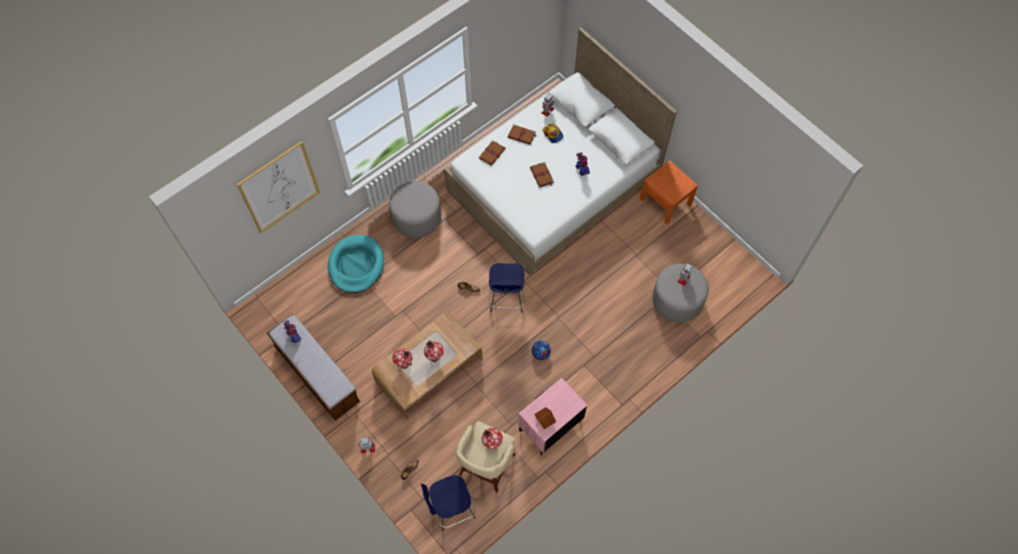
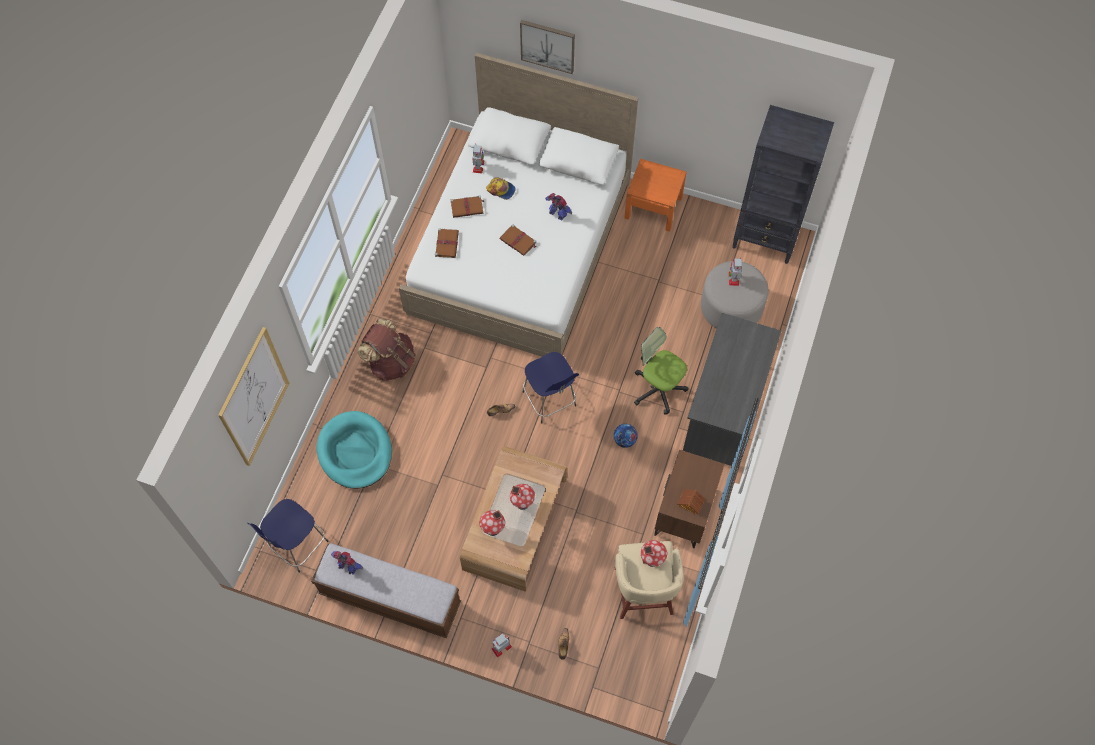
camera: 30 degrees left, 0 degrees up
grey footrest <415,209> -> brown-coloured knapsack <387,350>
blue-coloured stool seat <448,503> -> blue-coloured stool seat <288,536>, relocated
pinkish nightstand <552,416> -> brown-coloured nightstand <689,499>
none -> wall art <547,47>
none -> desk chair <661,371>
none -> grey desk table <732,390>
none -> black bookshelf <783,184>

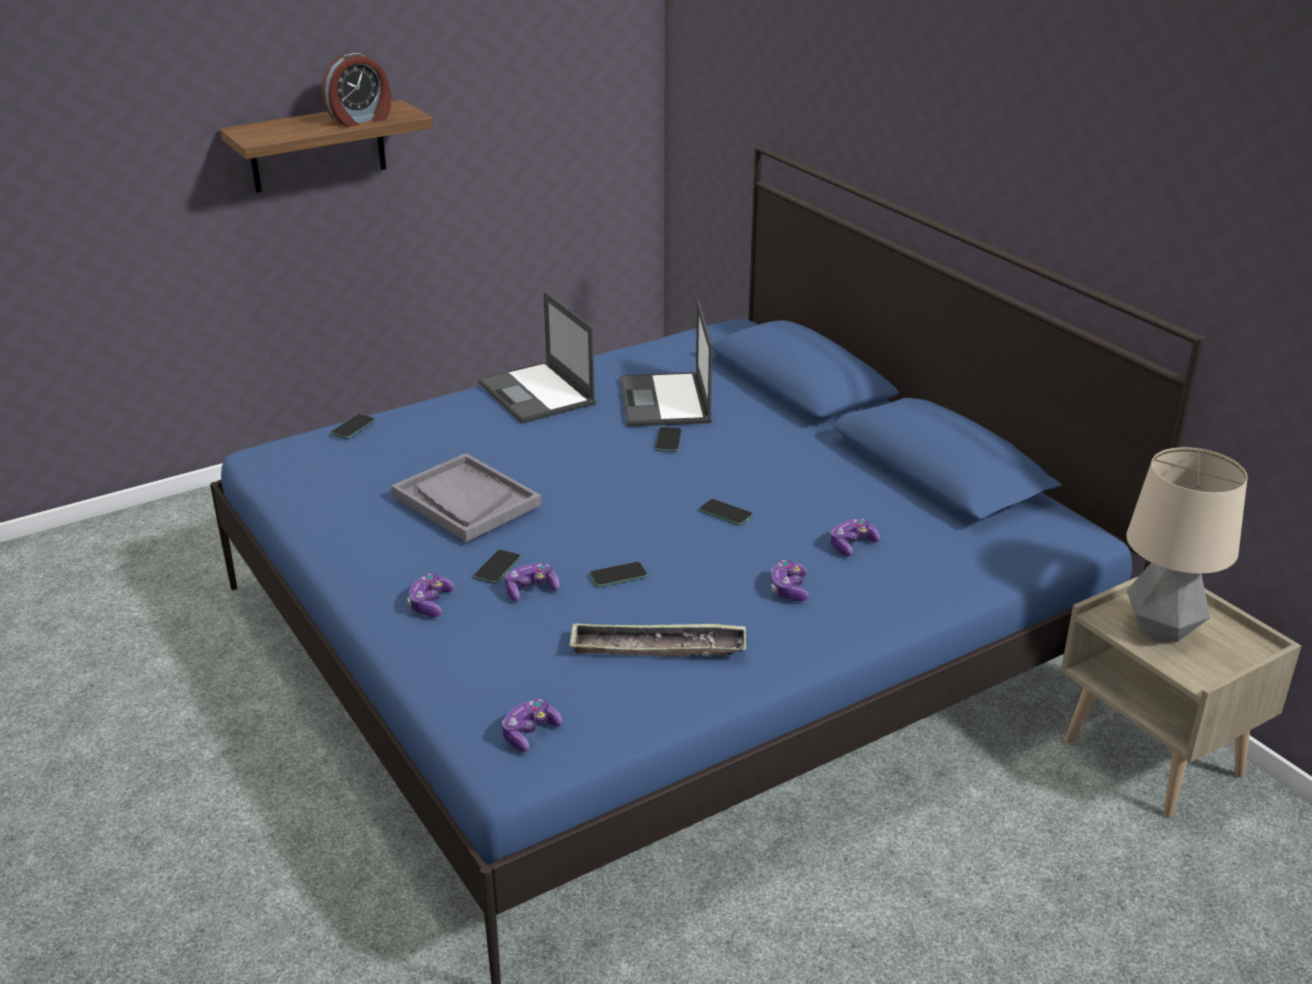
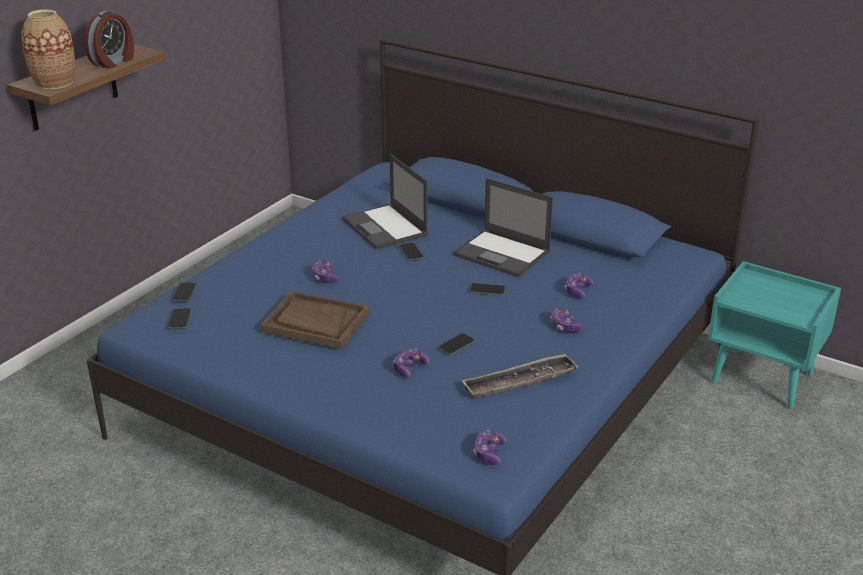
camera: 25 degrees left, 0 degrees up
grey serving tray <466,497> -> brown-coloured serving tray <314,320>
game controller <430,595> -> game controller <325,271>, relocated
telephone <497,567> -> telephone <179,318>, relocated
portable computer <537,357> -> portable computer <503,227>, relocated
sand-coloured nightstand <1181,697> -> turquoise-coloured nightstand <774,335>
lamp for a table <1187,544> -> none
none -> vase <48,49>

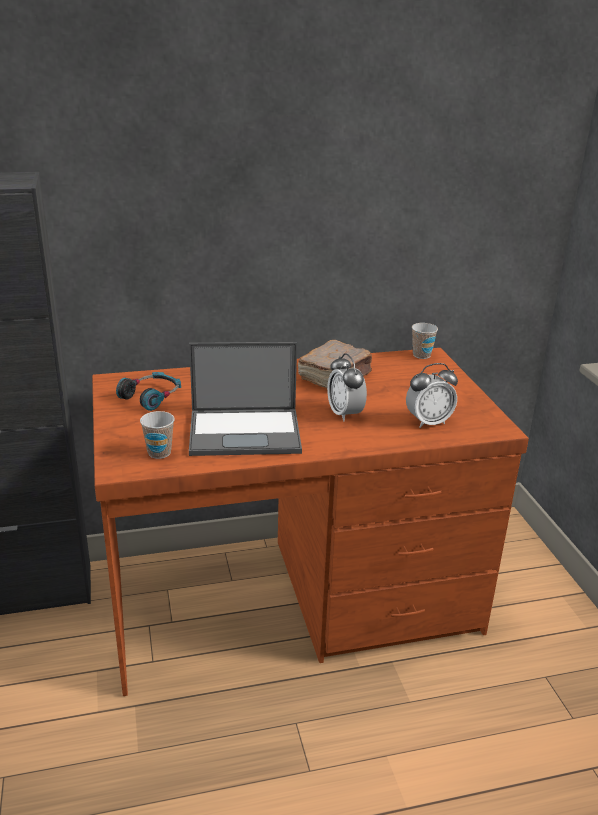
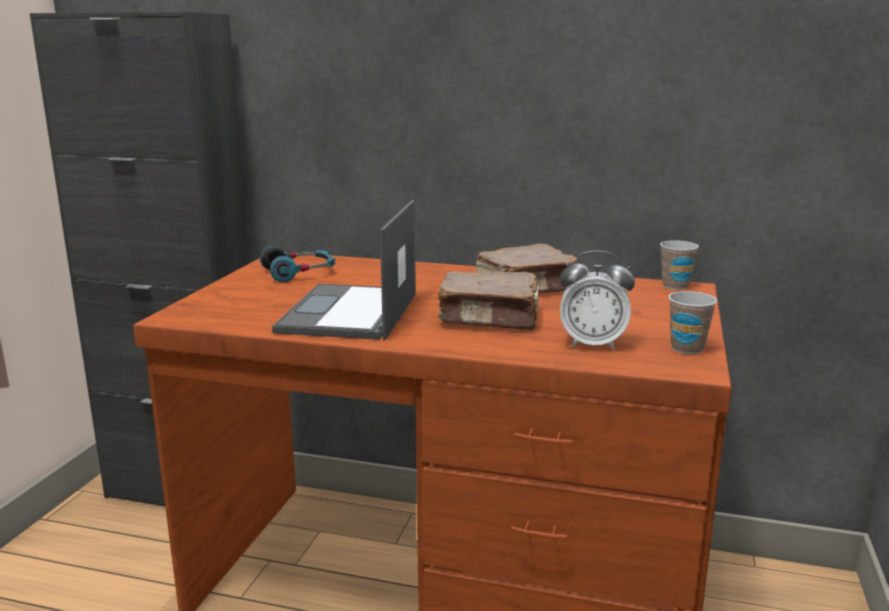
camera: 30 degrees right, 10 degrees down
drinking cup <157,435> -> drinking cup <692,322>, relocated
portable computer <245,399> -> portable computer <344,270>, 75 degrees clockwise
alarm clock <347,387> -> brown-coloured book <488,300>

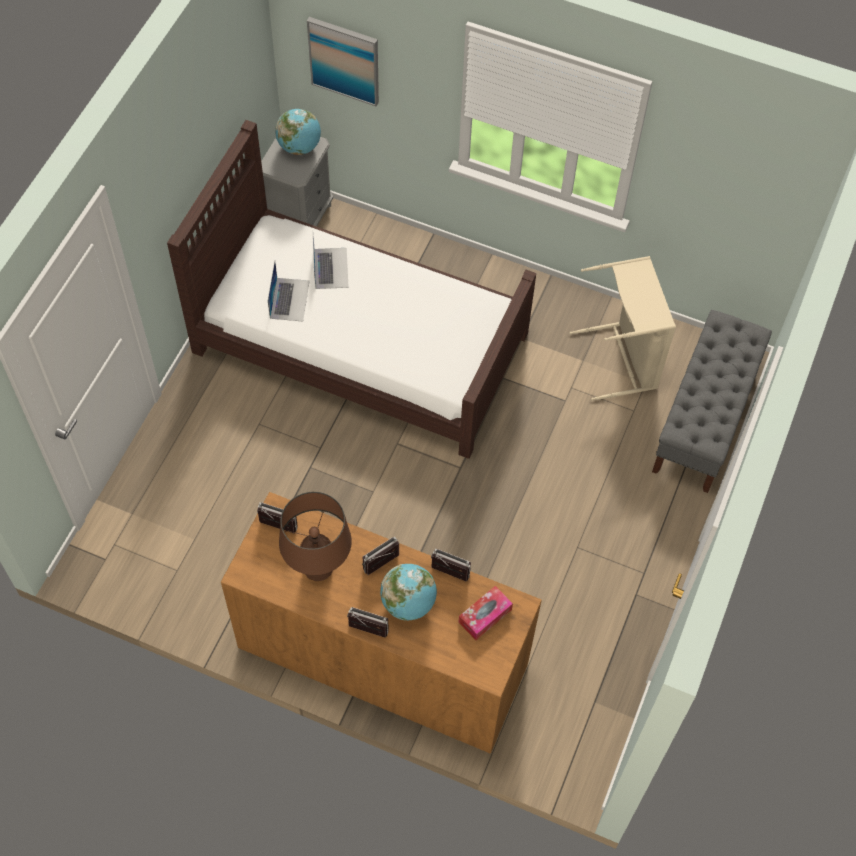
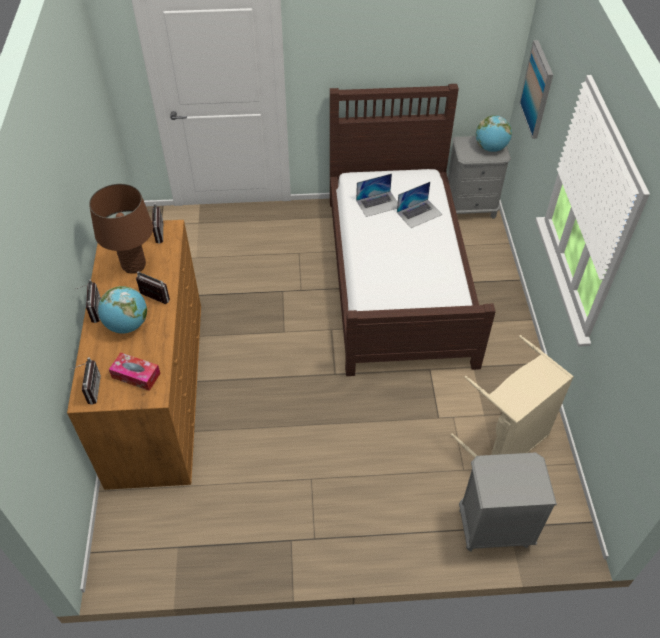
camera: 65 degrees right, 10 degrees down
radio set <451,565> -> radio set <85,381>, relocated
grey bench <712,401> -> grey nightstand <508,502>

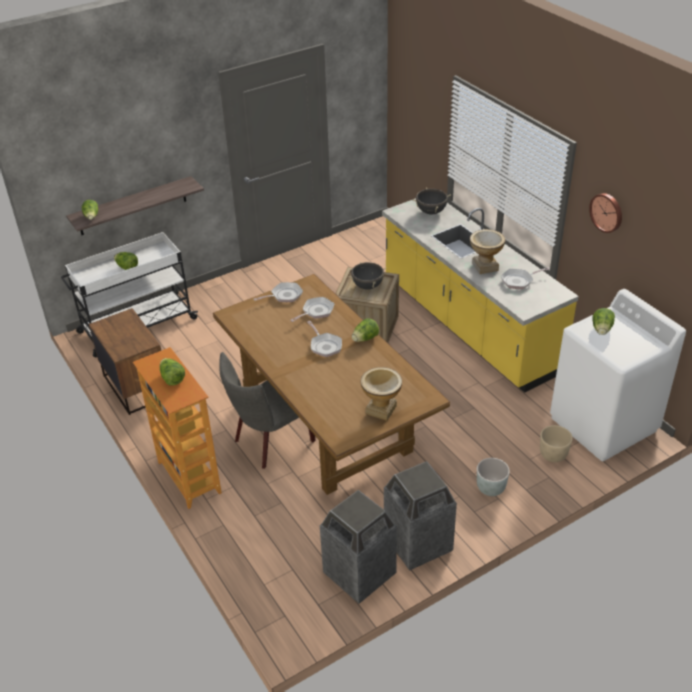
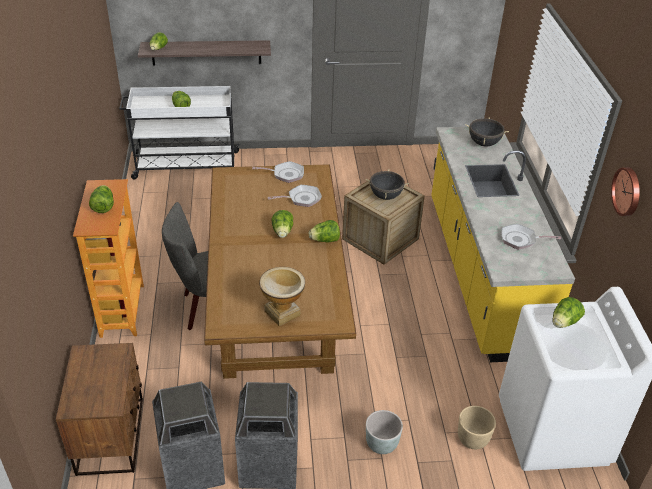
camera: 25 degrees right, 0 degrees up
brown-coloured nightstand <125,361> -> brown-coloured nightstand <99,409>, relocated
frying pan <324,339> -> lettuce <282,224>
vase <487,251> -> none

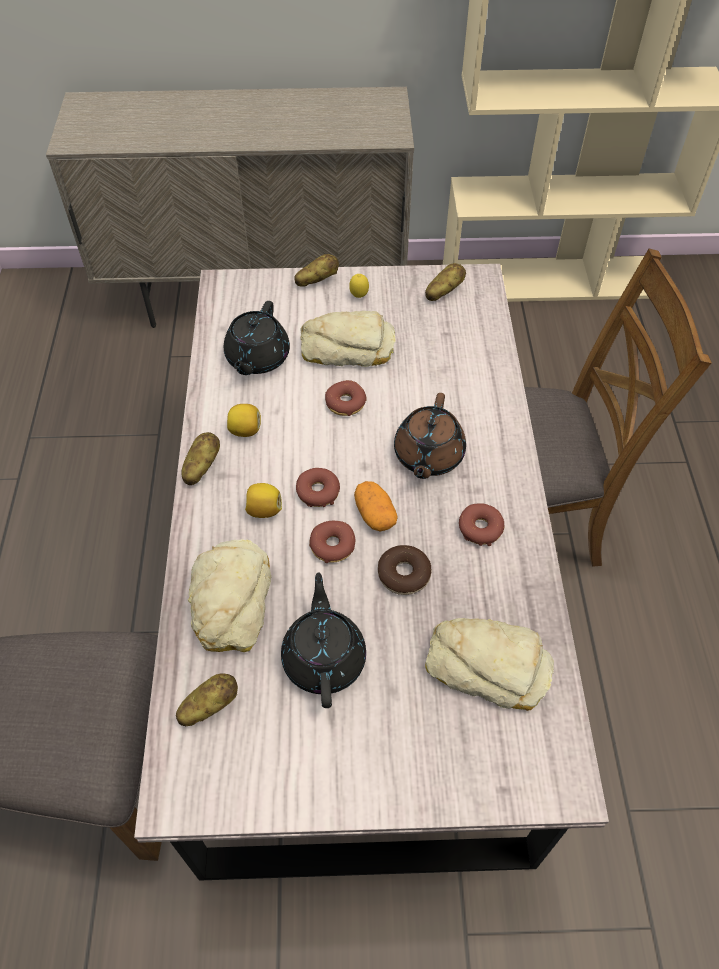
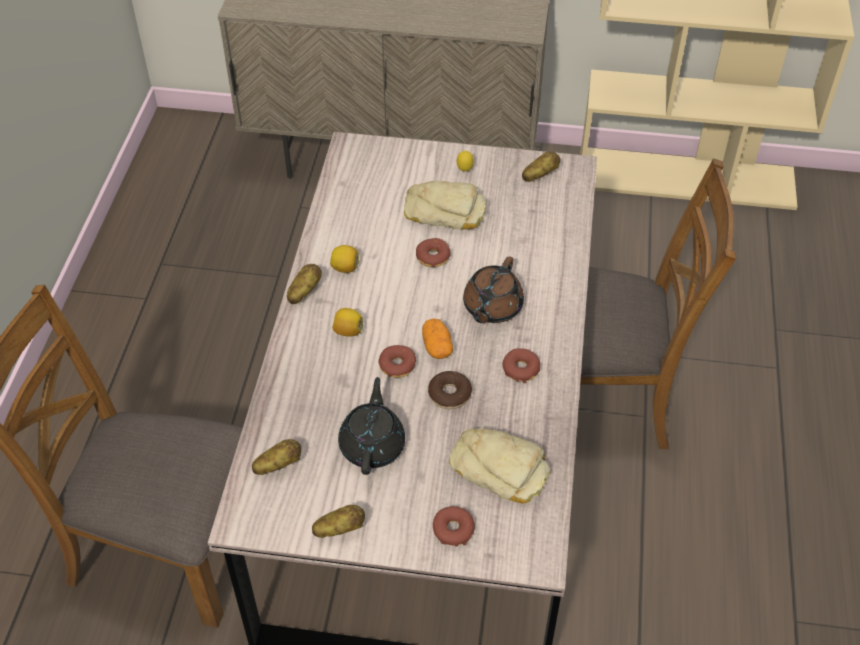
camera: 10 degrees right, 5 degrees down
bread <229,595> -> none
black tea pot <257,338> -> none
potato <316,270> -> potato <338,521>, relocated
ring doughnut <318,487> -> ring doughnut <454,526>, relocated

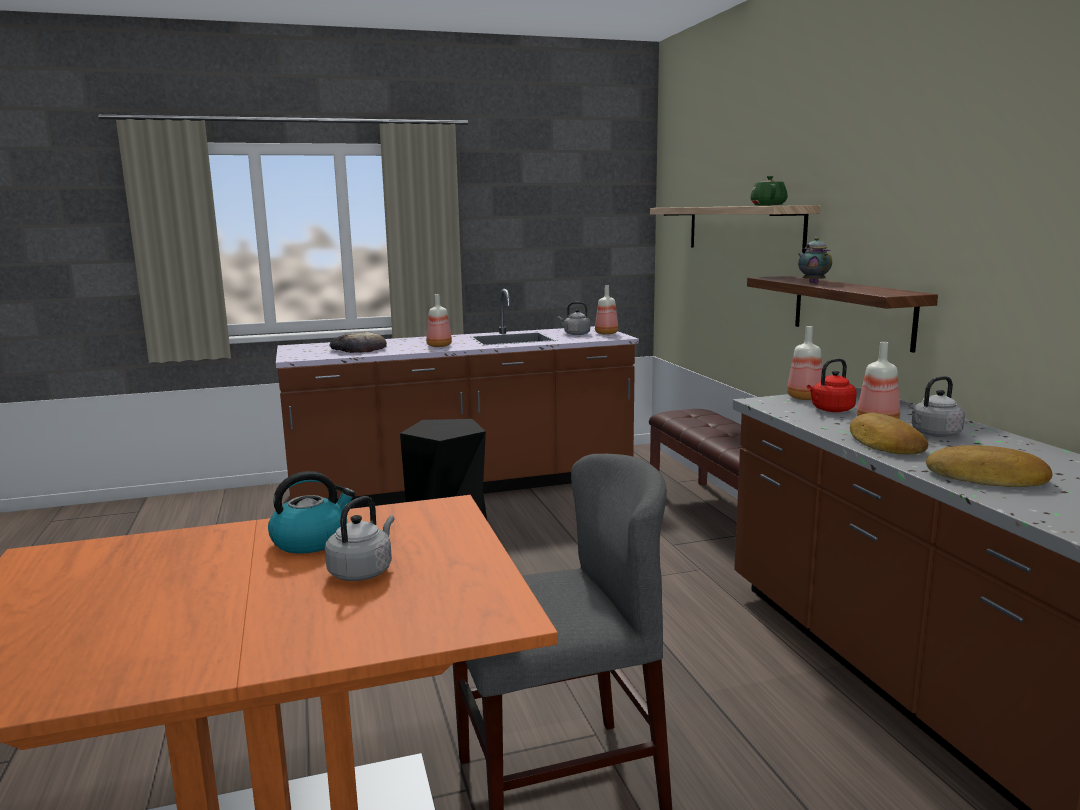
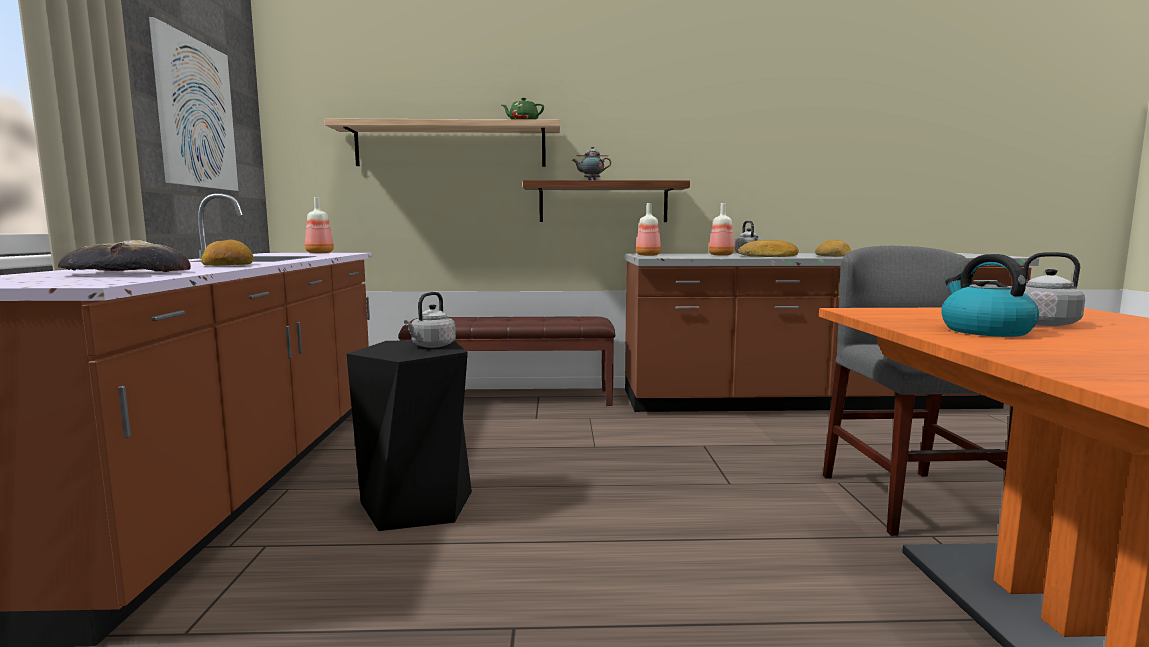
camera: 75 degrees left, 5 degrees down
bottle <439,320> -> bread <227,253>
grey kettle <574,318> -> grey kettle <430,320>, relocated
red kettle <832,385> -> none
none -> wall art <194,104>

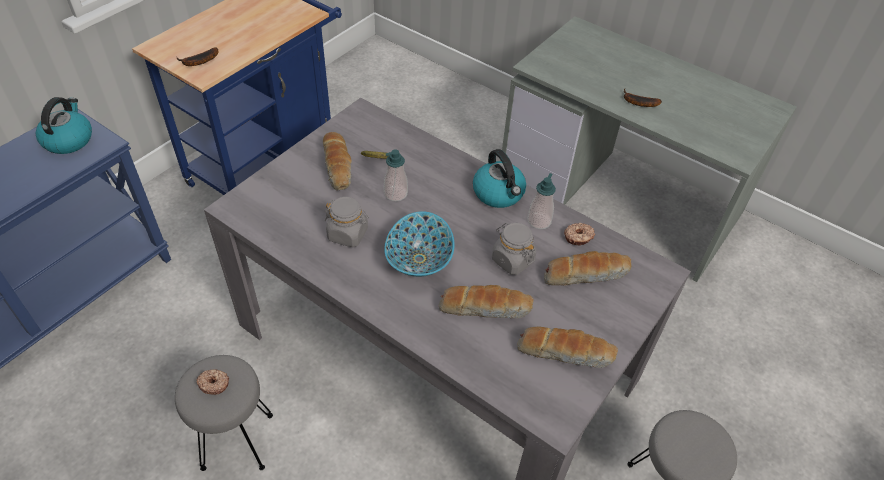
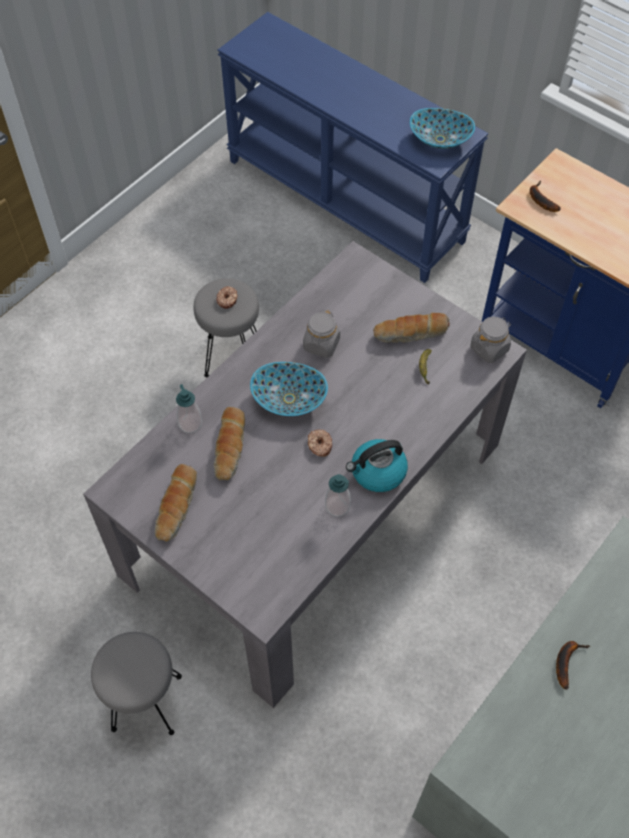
camera: 95 degrees right, 10 degrees up
kettle <64,125> -> bowl <442,128>
soap bottle <396,175> -> soap bottle <189,408>, relocated
grey storage jar <514,249> -> grey storage jar <490,340>, relocated
bread <587,268> -> none
ring doughnut <579,234> -> ring doughnut <320,443>, relocated

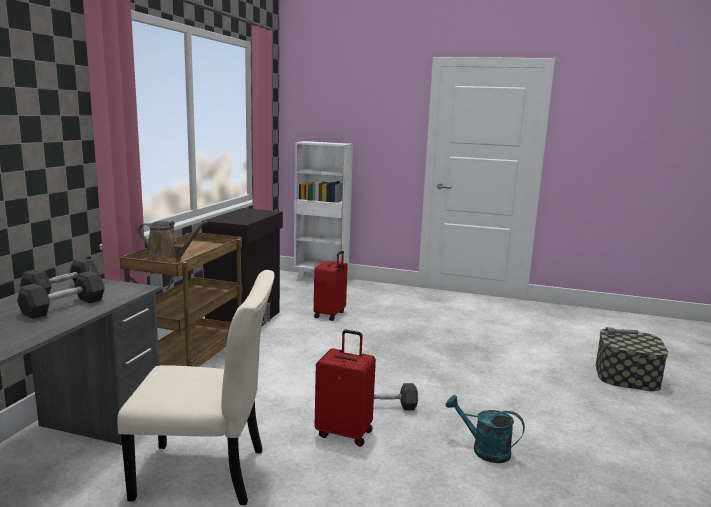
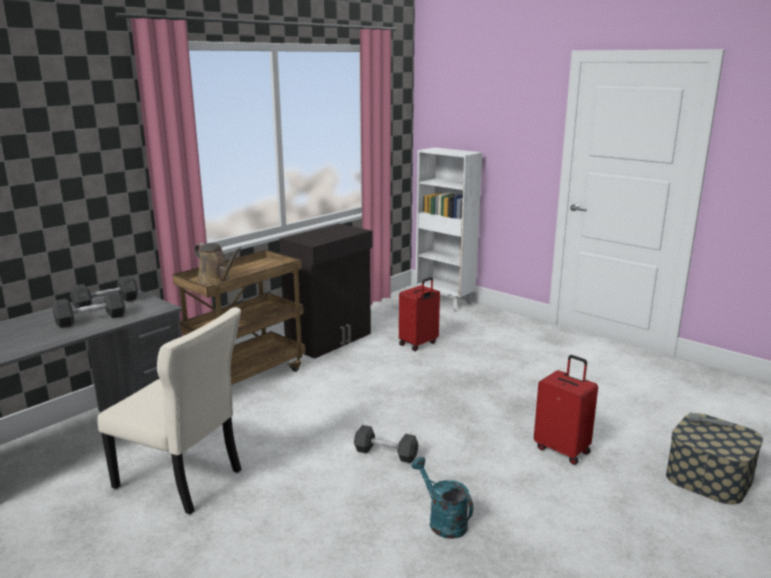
camera: 25 degrees right, 5 degrees up
red piece of luggage <345,388> -> red piece of luggage <566,410>, relocated

